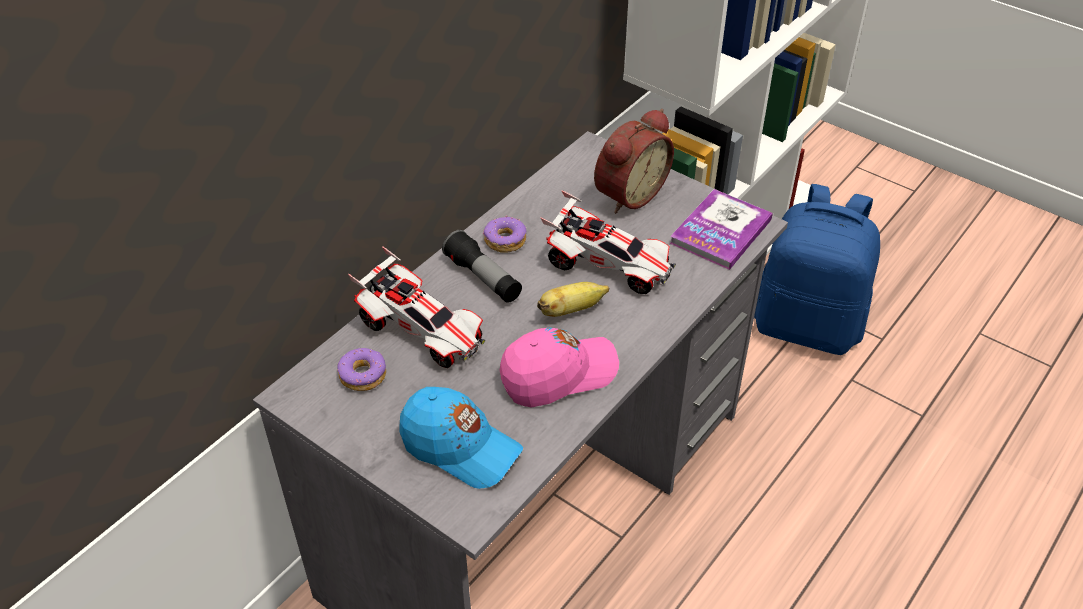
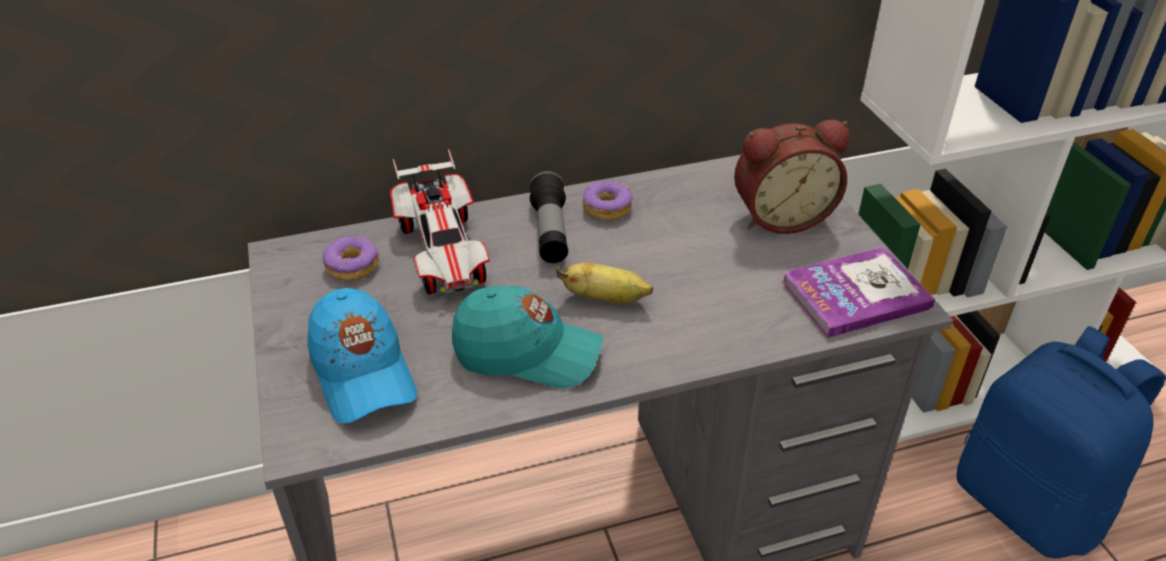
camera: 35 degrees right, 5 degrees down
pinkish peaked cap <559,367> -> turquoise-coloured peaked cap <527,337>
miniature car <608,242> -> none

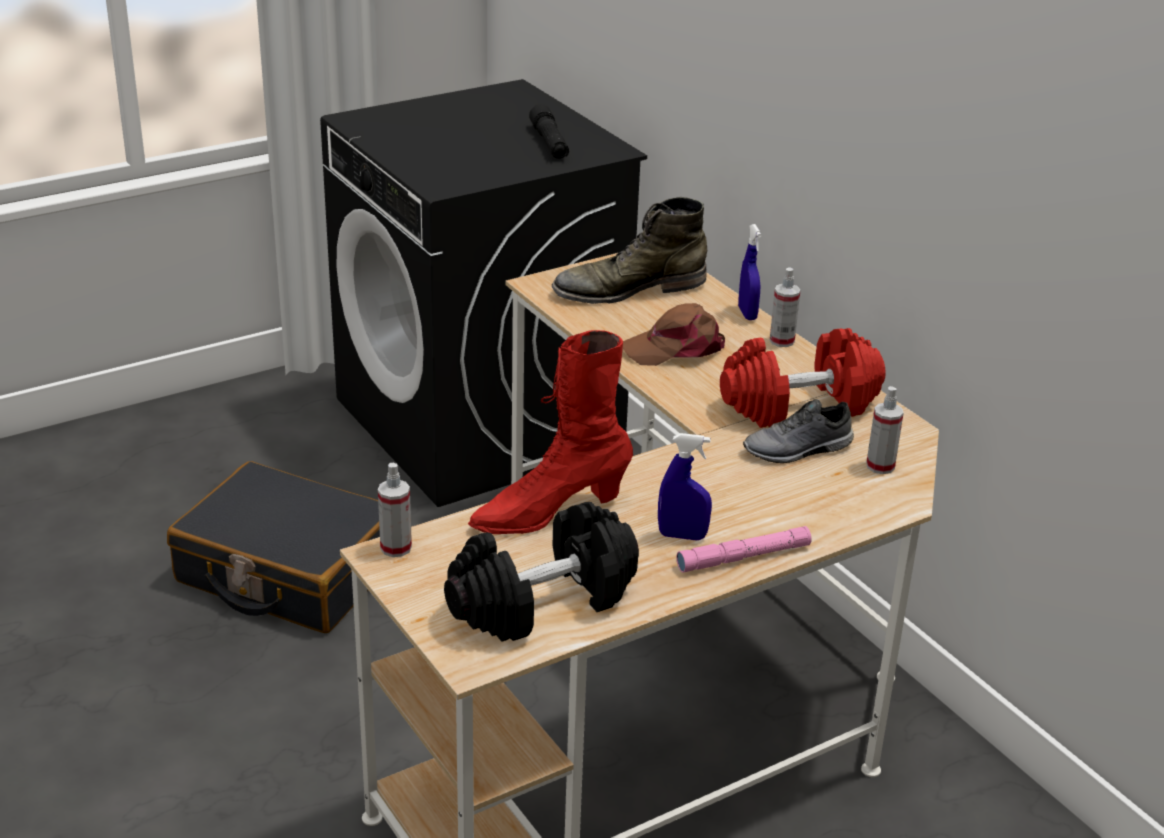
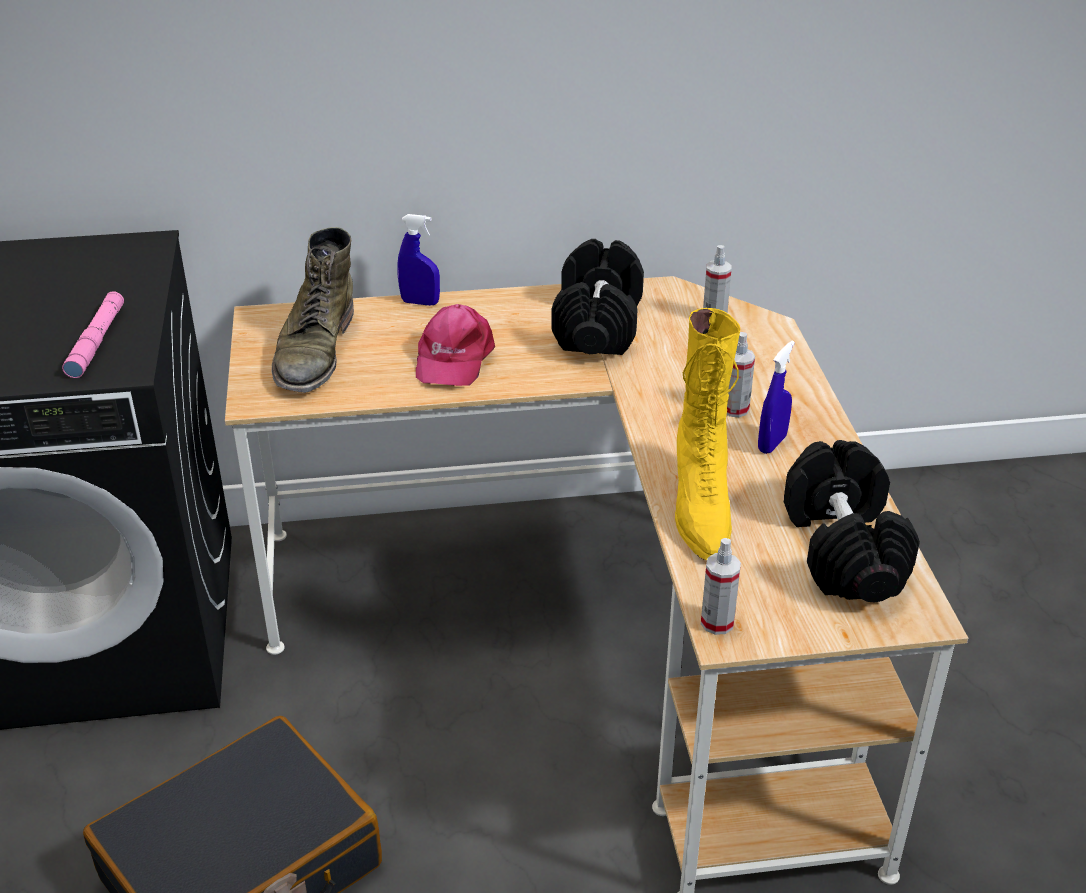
camera: 65 degrees left, 5 degrees up
red tall boot <550,432> -> yellow-coloured tall boot <707,434>
black flashlight <549,131> -> none
brown-coloured peaked cap <674,334> -> pinkish peaked cap <455,345>
pinkish flashlight <743,549> -> pinkish flashlight <93,334>, relocated
red free weight <803,378> -> black free weight <597,297>
grey shoe <798,431> -> none
spray bottle <784,307> -> spray bottle <741,374>, relocated

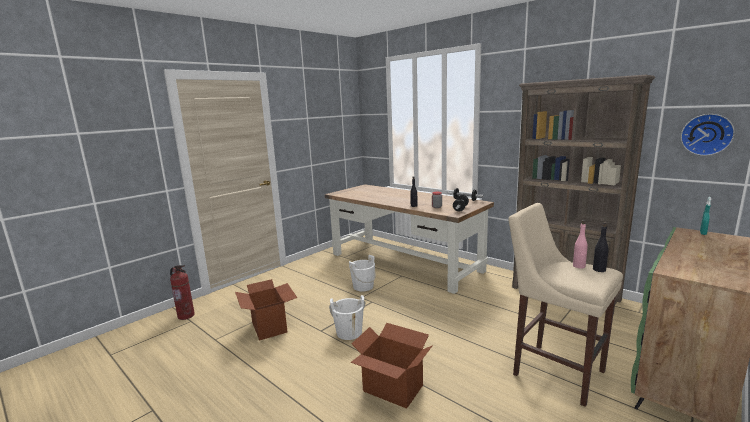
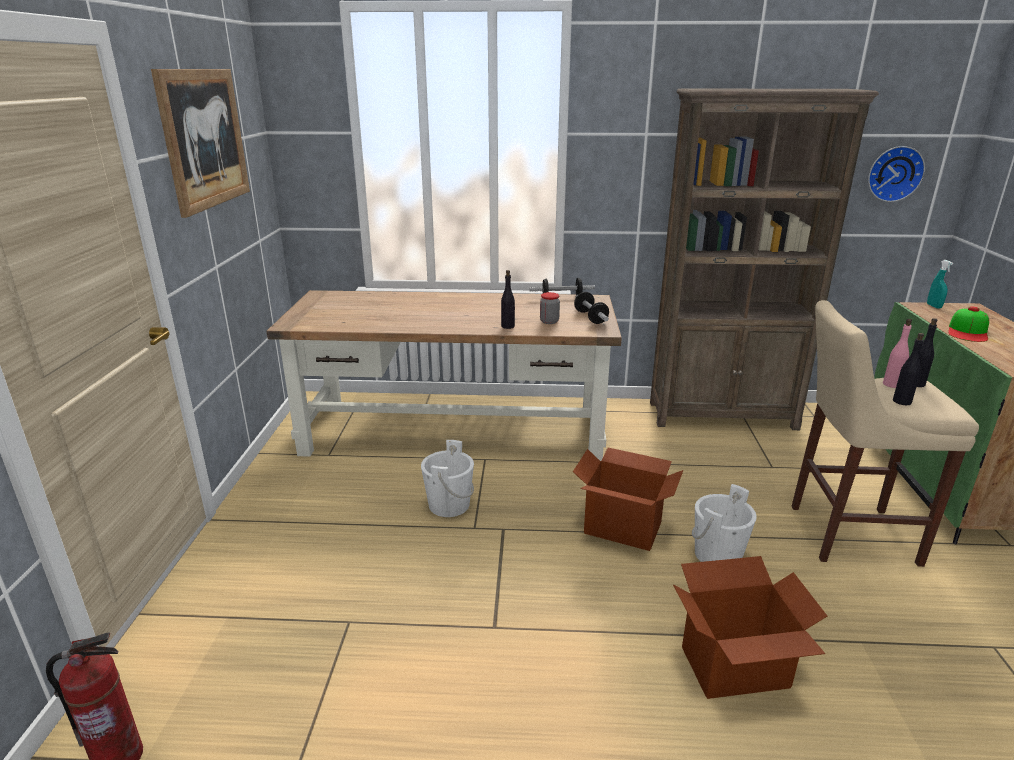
camera: 40 degrees left, 10 degrees up
packing box <266,310> -> packing box <628,499>, relocated
white bucket <347,317> -> white bucket <724,523>, relocated
none -> wall art <200,143>
none -> black bottle <908,369>
none -> peaked cap <968,324>

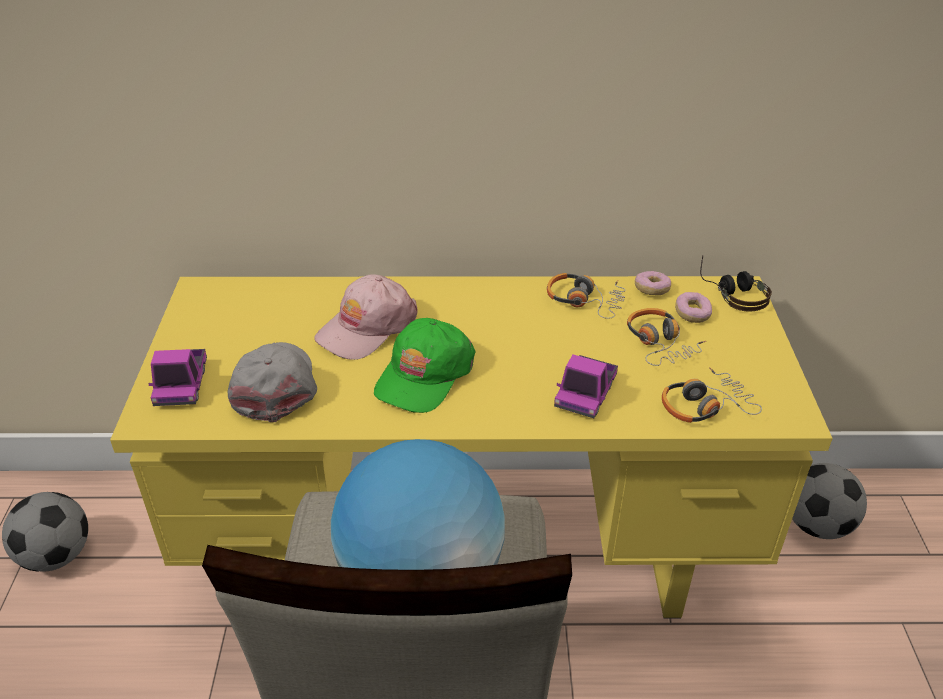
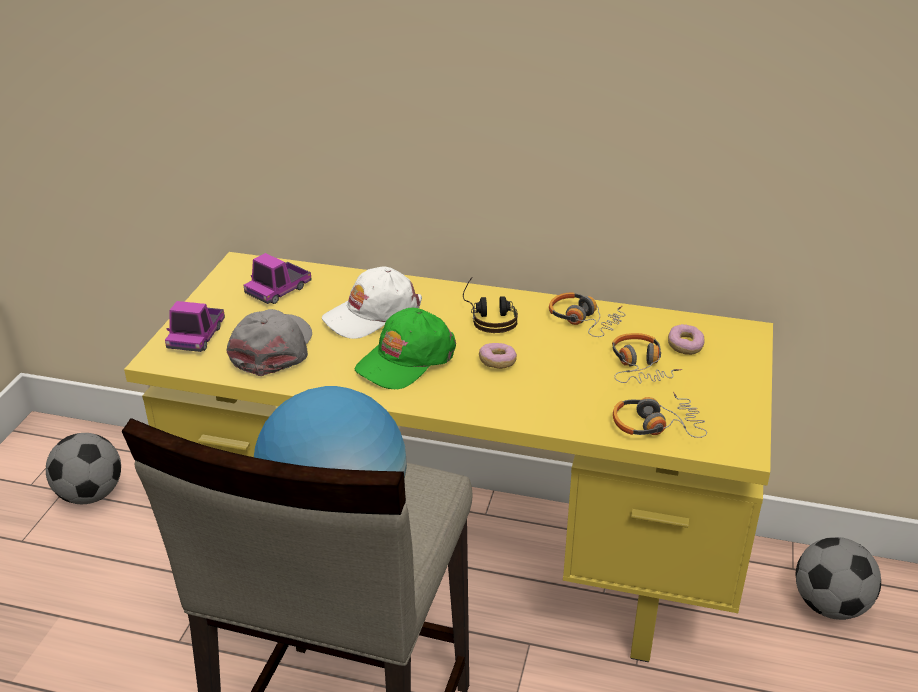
camera: 15 degrees right, 5 degrees down
pinkish peaked cap <366,317> -> white peaked cap <372,303>
toy truck <586,386> -> toy truck <278,278>, relocated
ring doughnut <653,283> -> ring doughnut <498,356>, relocated
pair of headphones <736,284> -> pair of headphones <490,305>, relocated

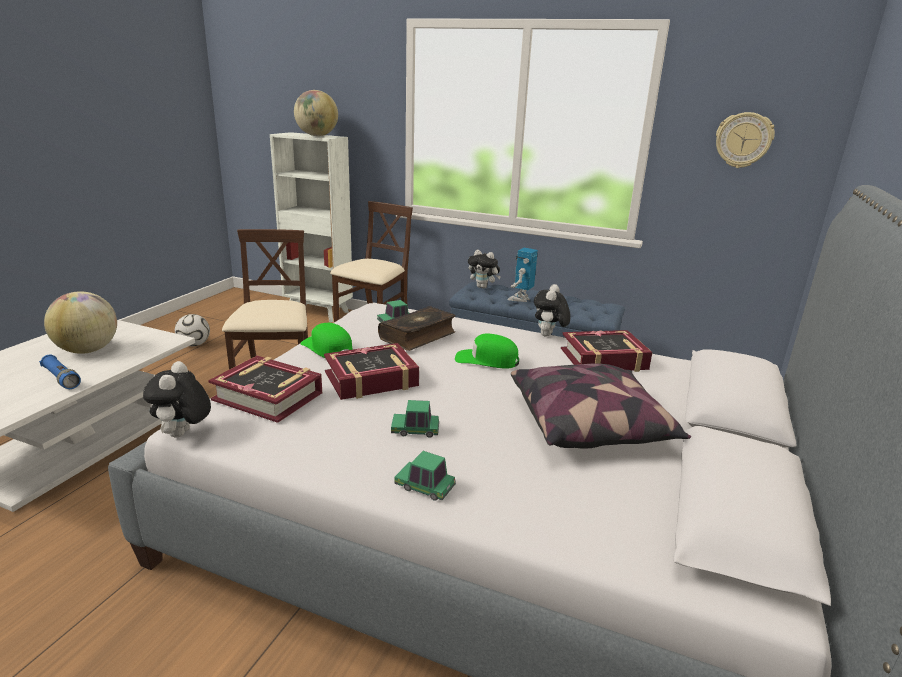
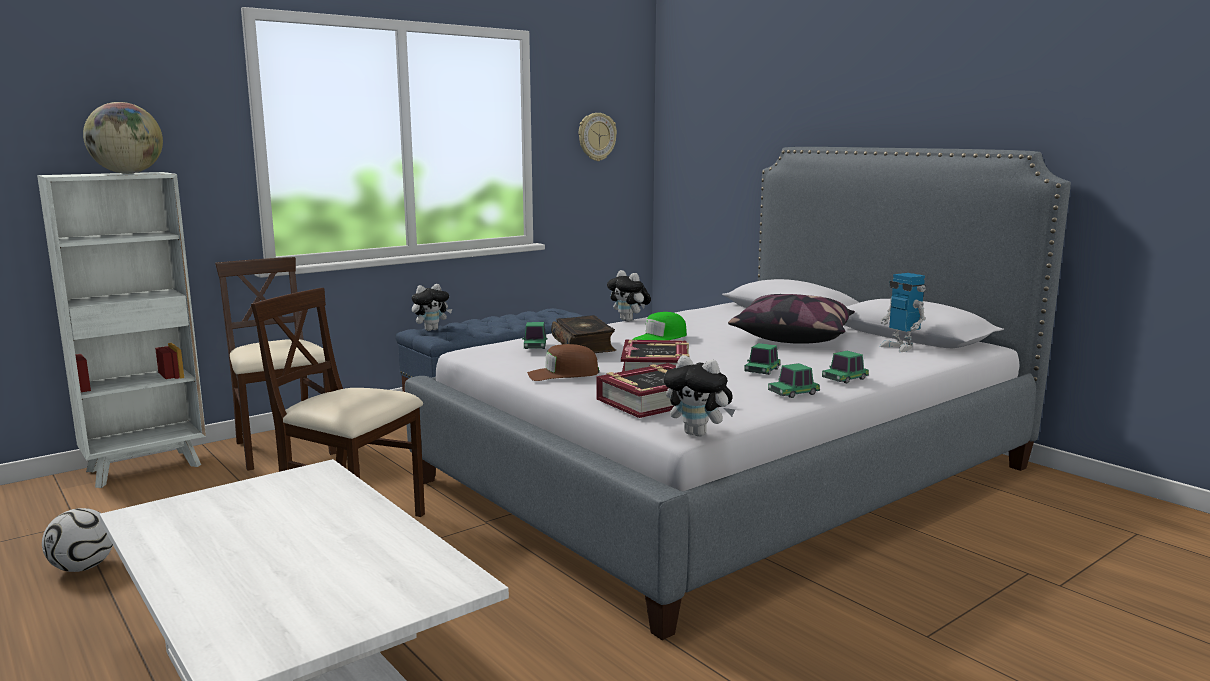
camera: 60 degrees left, 10 degrees down
blue-coloured flashlight <60,371> -> none
globe <80,322> -> none
greenish peaked cap <326,340> -> brown-coloured peaked cap <563,362>
model robot <522,275> -> model robot <903,312>, relocated
book <607,351> -> none
none -> miniature car <794,380>

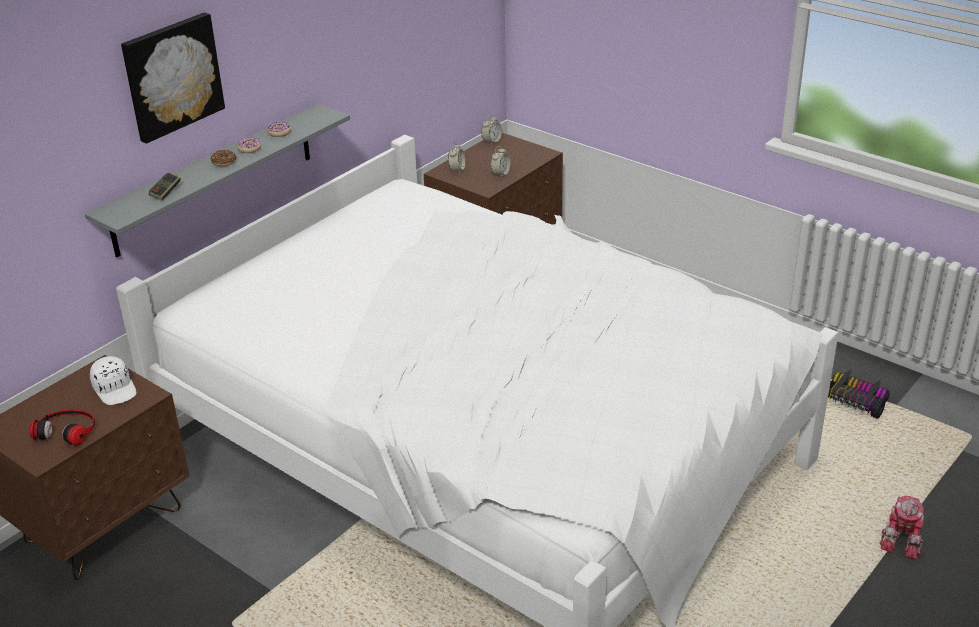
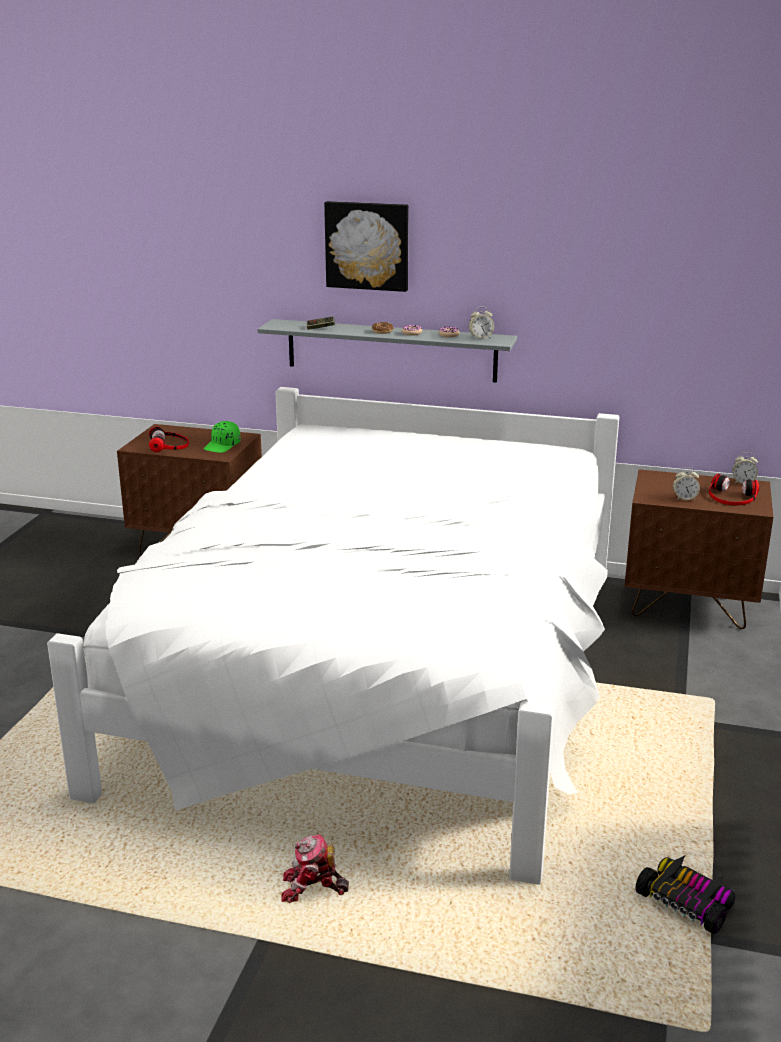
camera: 65 degrees right, 10 degrees down
white peaked cap <113,380> -> greenish peaked cap <222,437>
alarm clock <457,158> -> alarm clock <481,322>, relocated
miniature car <859,393> -> miniature car <686,894>, 60 degrees counterclockwise
model robot <901,528> -> model robot <315,868>, relocated
none -> pair of headphones <734,489>

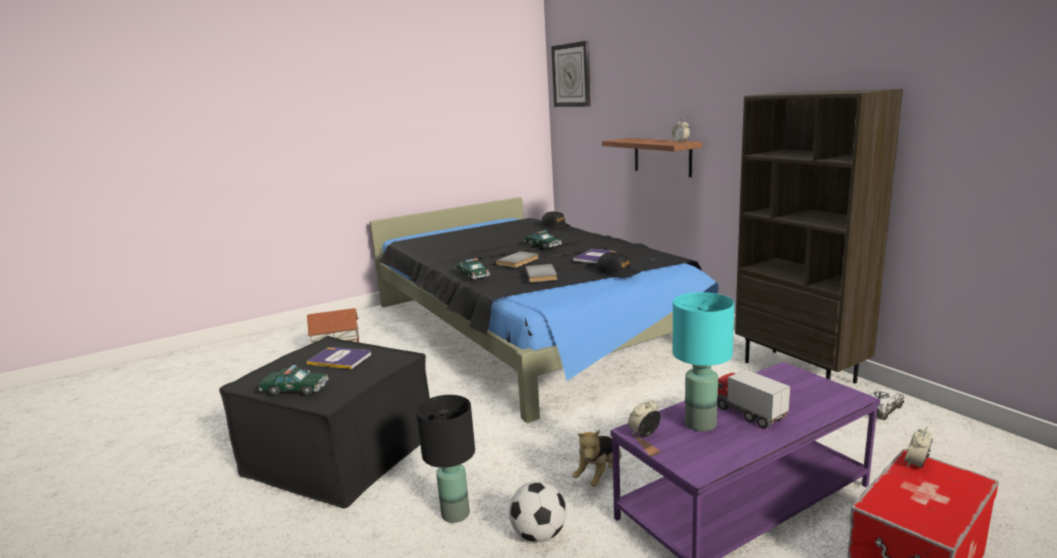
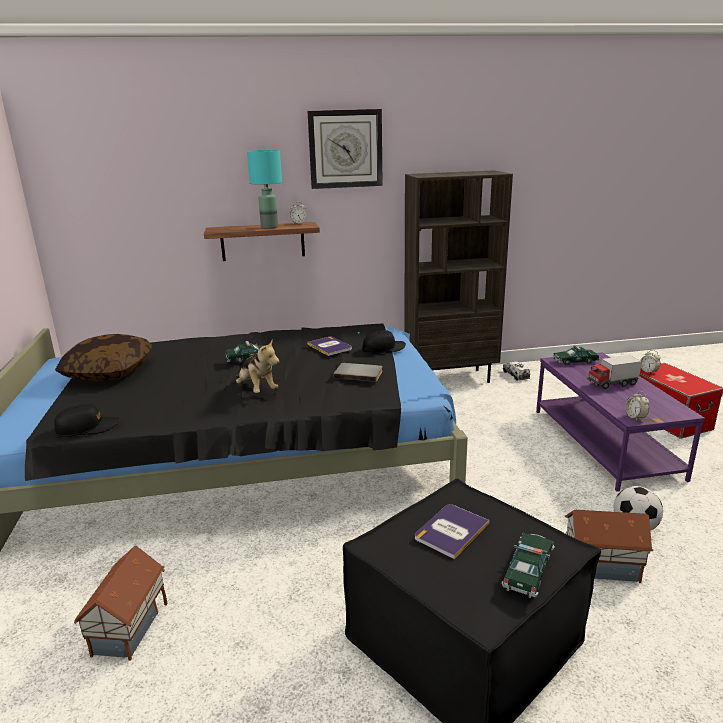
camera: 70 degrees left, 5 degrees up
black lamp for a table <445,459> -> model house <609,546>
miniature car <472,269> -> miniature car <576,355>, relocated
grey book <517,259> -> none
black peaked cap <556,220> -> black peaked cap <86,420>, relocated
clock on the wall <571,74> -> clock on the wall <345,149>, relocated
cuddly toy <597,458> -> cuddly toy <258,366>, relocated
turquoise-coloured lamp for a table <703,361> -> turquoise-coloured lamp for a table <264,189>, relocated
none -> cushion <103,357>

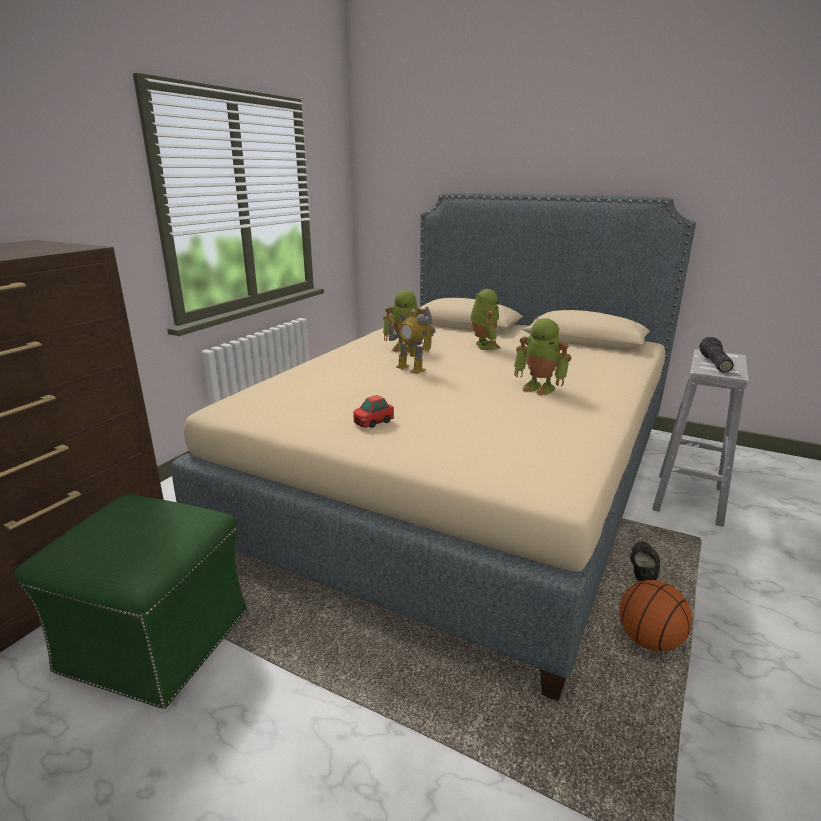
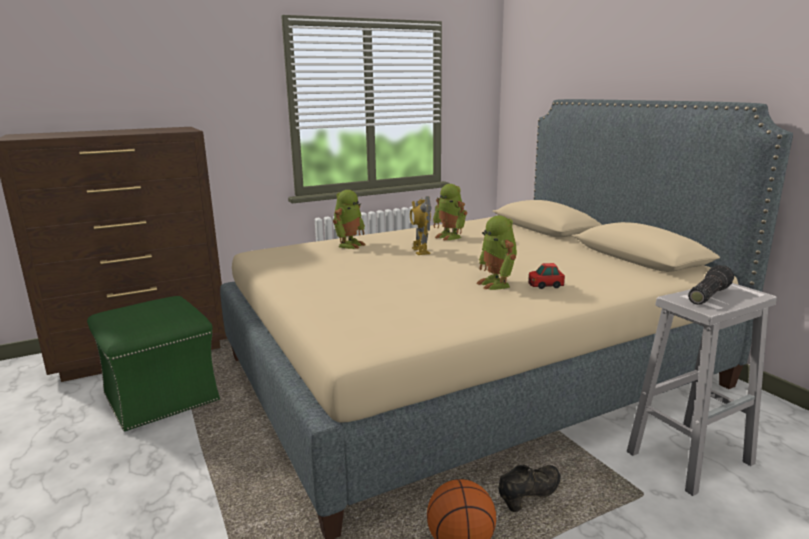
camera: 35 degrees right, 5 degrees down
miniature car <373,411> -> miniature car <547,276>, relocated
model robot <485,319> -> model robot <349,219>, relocated

